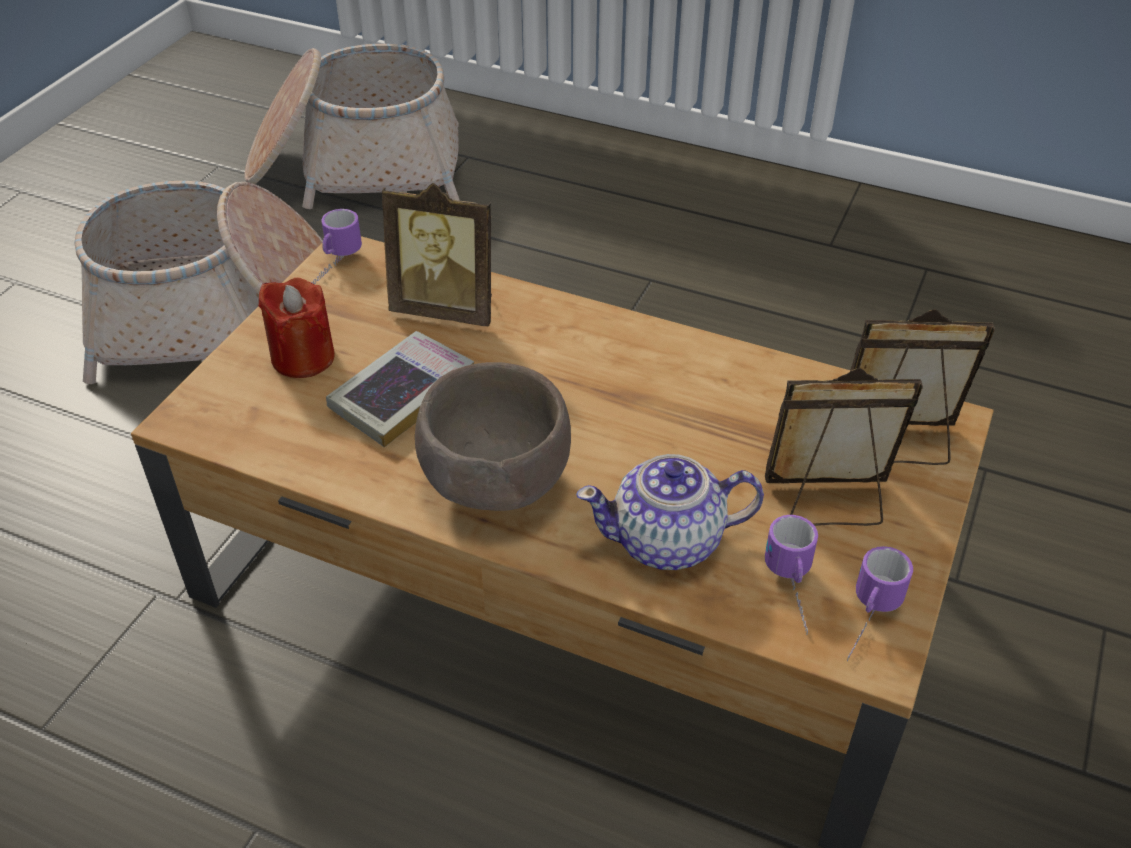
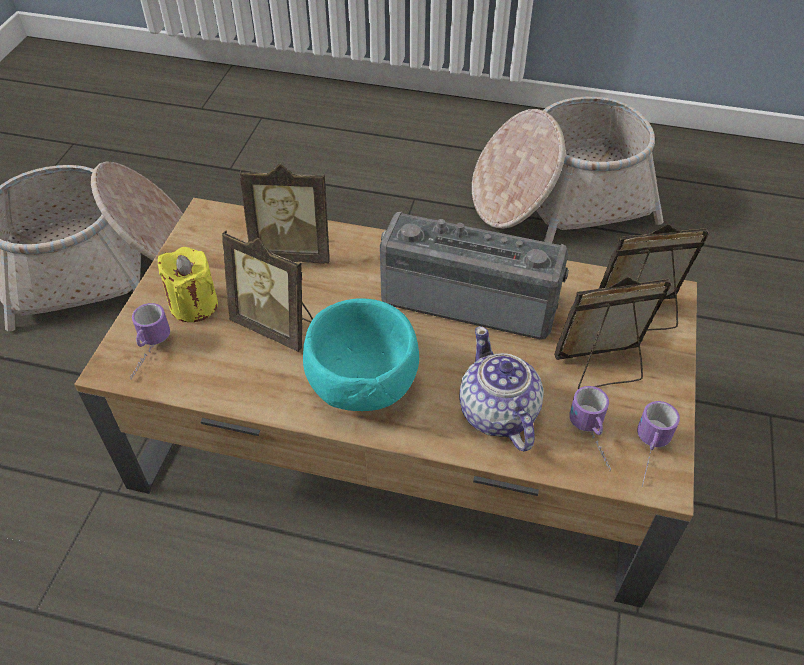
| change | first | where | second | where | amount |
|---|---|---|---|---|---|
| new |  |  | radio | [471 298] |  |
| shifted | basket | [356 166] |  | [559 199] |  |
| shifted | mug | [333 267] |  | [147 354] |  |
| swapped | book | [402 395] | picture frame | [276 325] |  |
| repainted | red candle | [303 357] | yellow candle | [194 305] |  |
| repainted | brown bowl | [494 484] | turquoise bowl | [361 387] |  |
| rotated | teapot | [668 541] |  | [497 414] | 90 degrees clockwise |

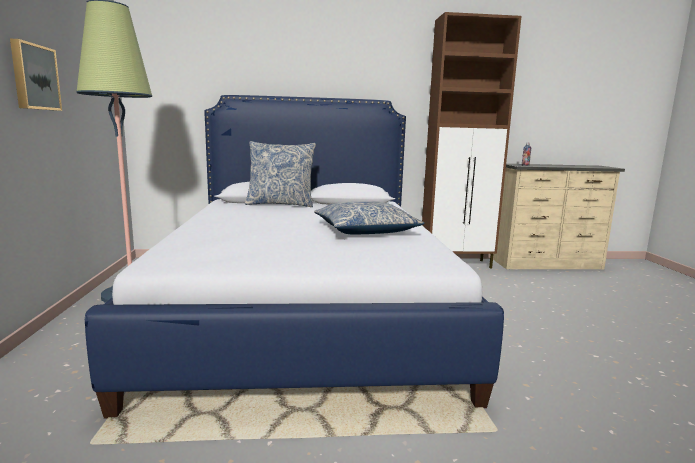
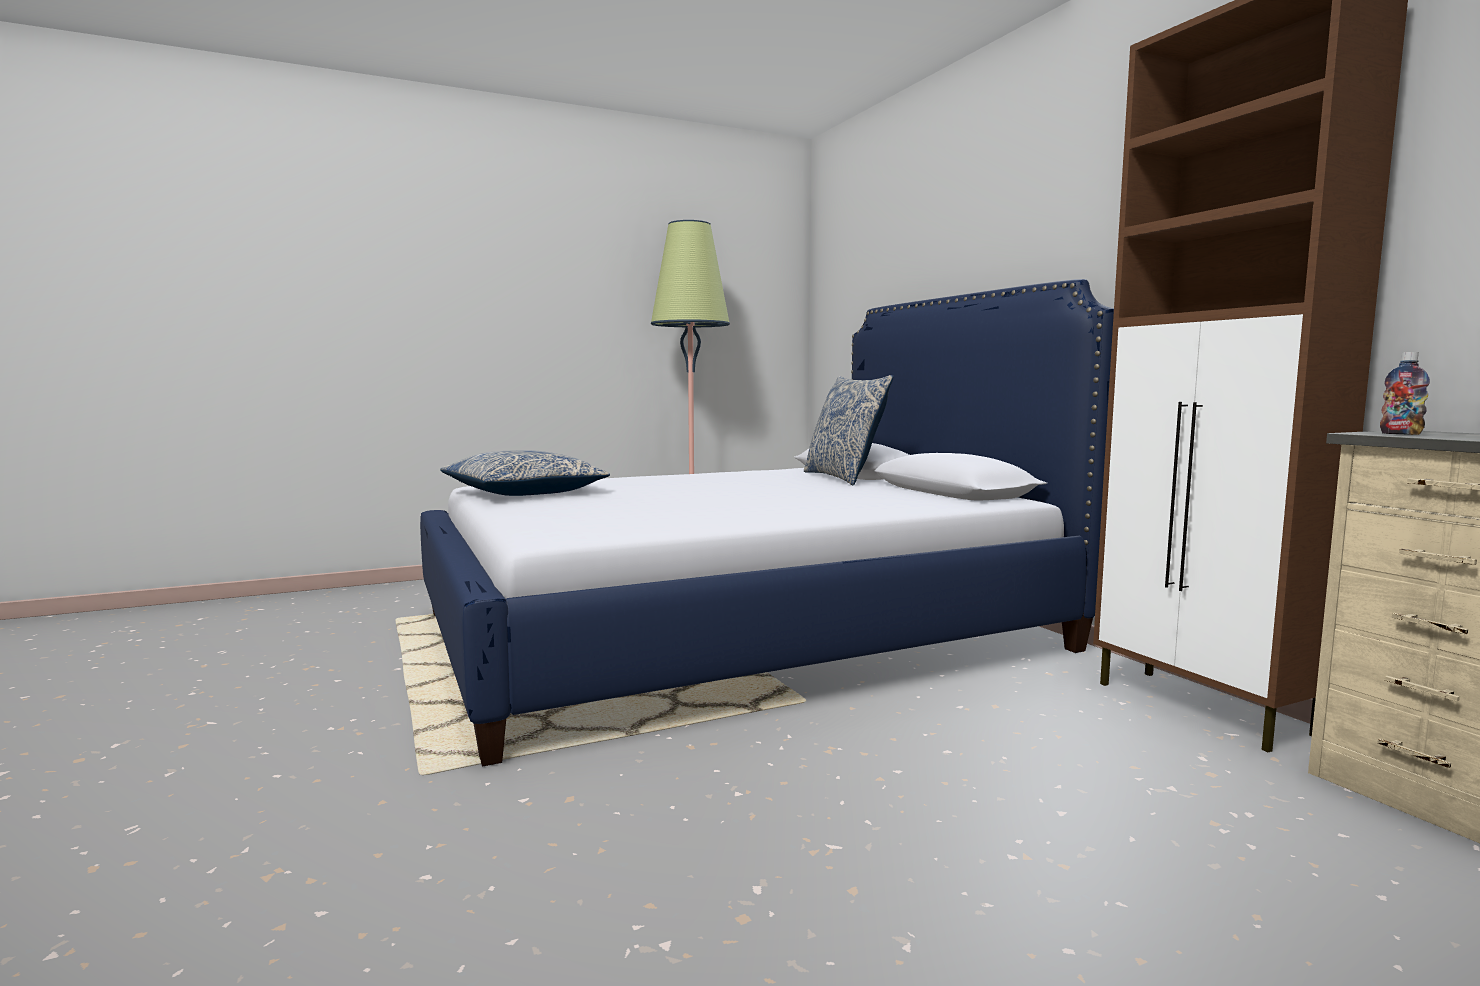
| change | first | where | second | where | amount |
|---|---|---|---|---|---|
| gone | picture | [34 77] |  |  |  |
| shifted | pillow | [365 230] |  | [523 492] |  |

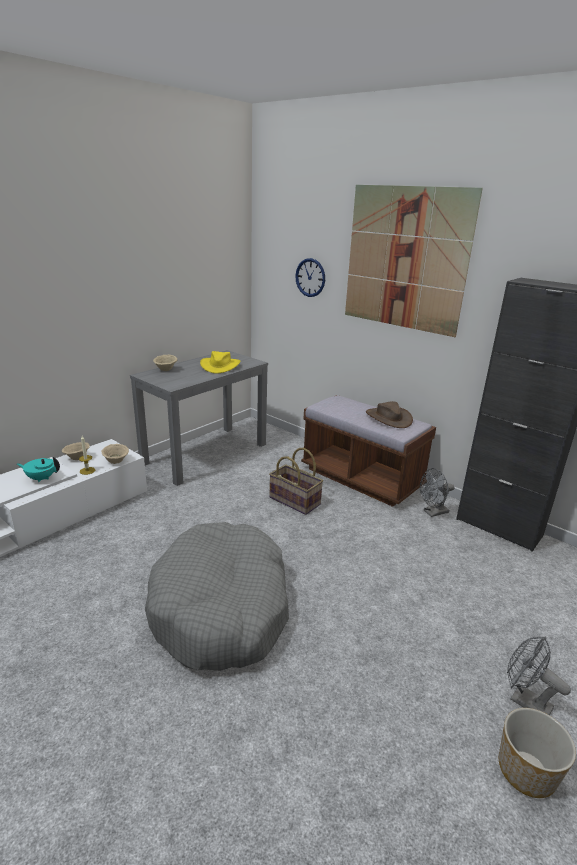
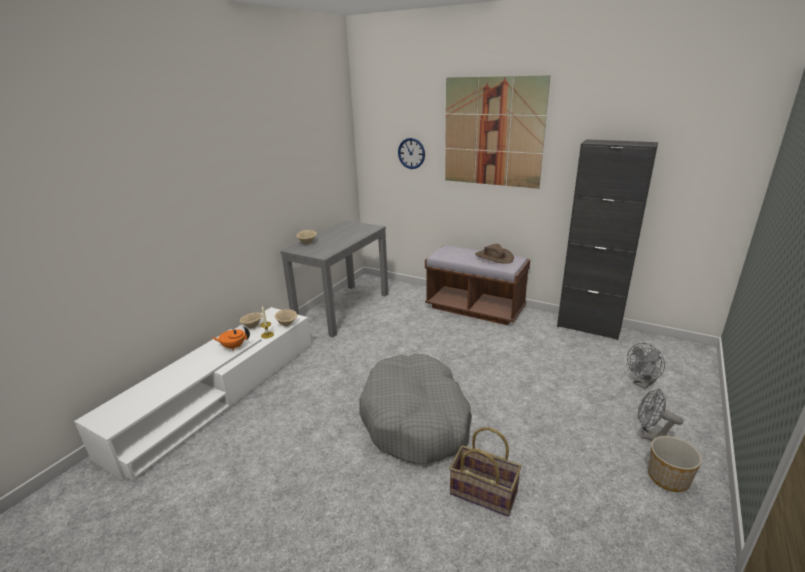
| change | first | where | second | where | amount |
|---|---|---|---|---|---|
| gone | yellow hat | [220 366] |  |  |  |
| shifted | basket | [295 500] |  | [484 492] |  |
| shifted | grey fan | [433 512] |  | [642 384] |  |
| repainted | turquoise teapot | [41 478] | orange teapot | [233 347] |  |

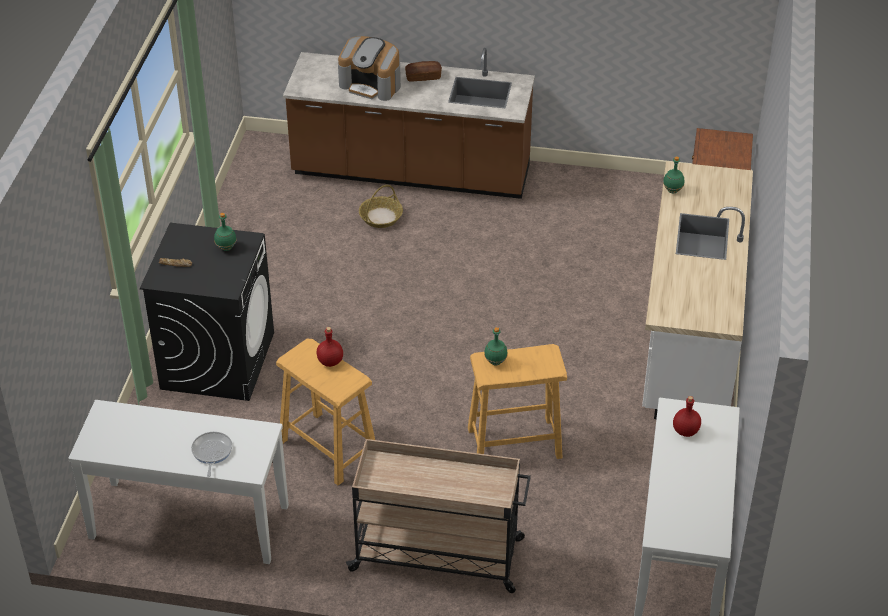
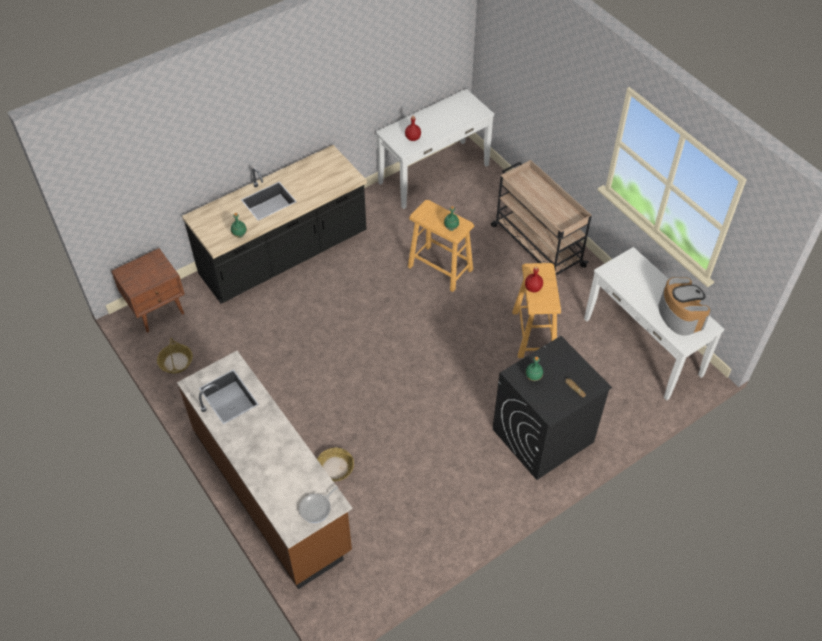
| change | first | where | second | where | amount |
|---|---|---|---|---|---|
| gone | bread | [423 77] |  |  |  |
| new |  |  | basket | [176 362] |  |
| shifted | frying pan | [211 452] |  | [316 508] |  |
| shifted | coffee machine | [371 84] |  | [679 315] |  |
| repainted | white counter | [689 336] | black counter | [284 255] |  |

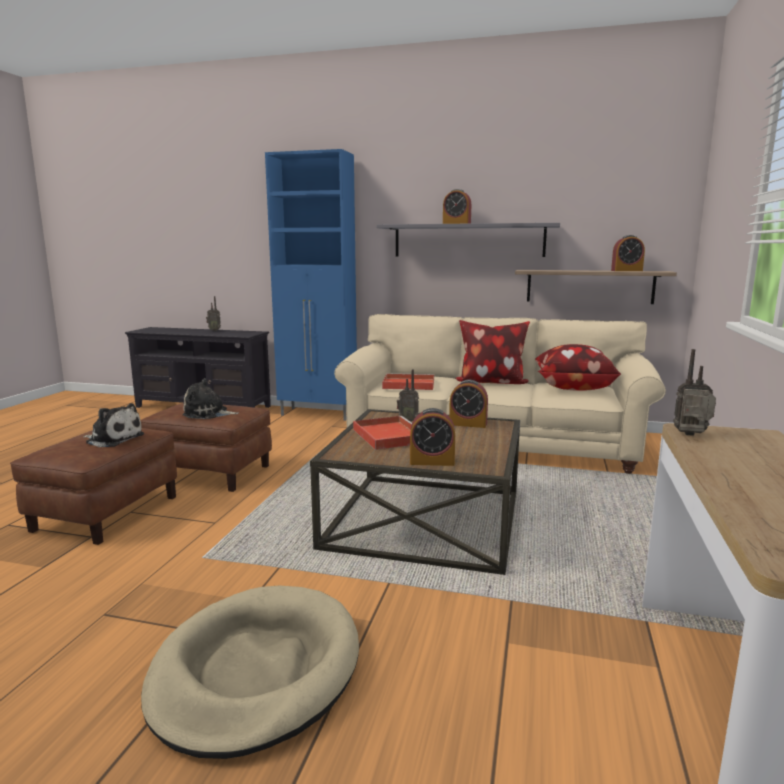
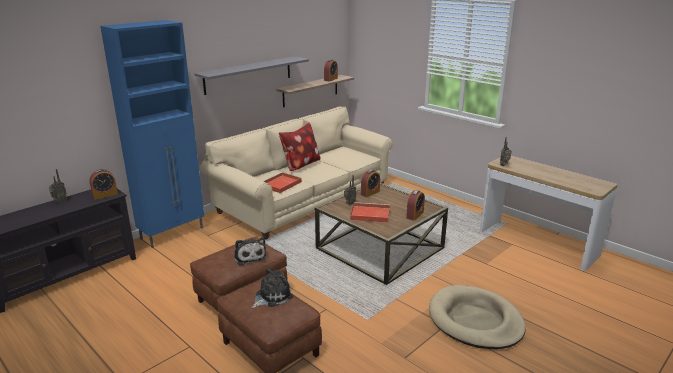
| change | first | where | second | where | amount |
|---|---|---|---|---|---|
| gone | pillow | [572 388] |  |  |  |
| shifted | alarm clock | [456 223] |  | [105 195] |  |
| rotated | plush toy | [208 414] |  | [249 256] | 60 degrees counterclockwise |

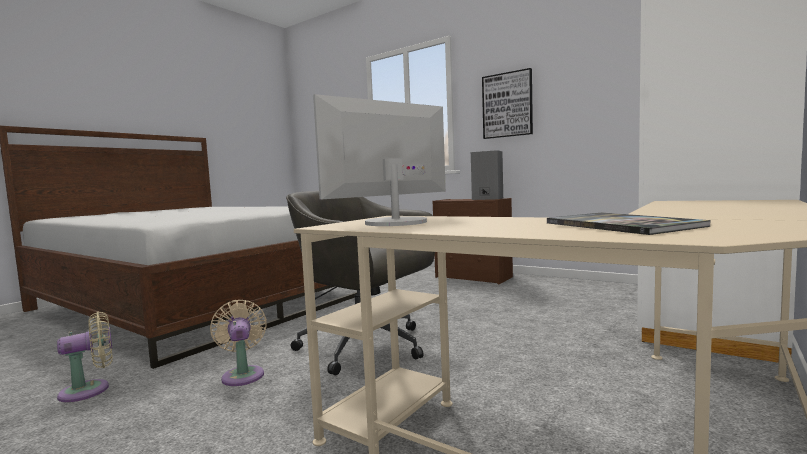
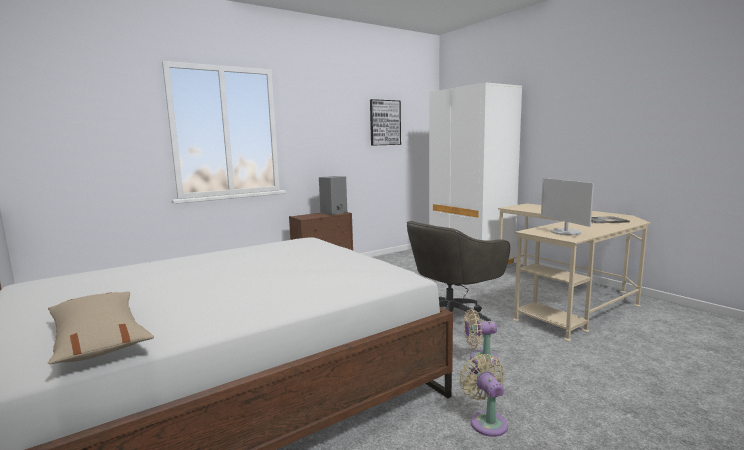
| change | first | where | second | where | amount |
|---|---|---|---|---|---|
| new |  |  | beige pillow | [98 338] |  |
| shifted | picture | [507 105] |  | [385 122] |  |

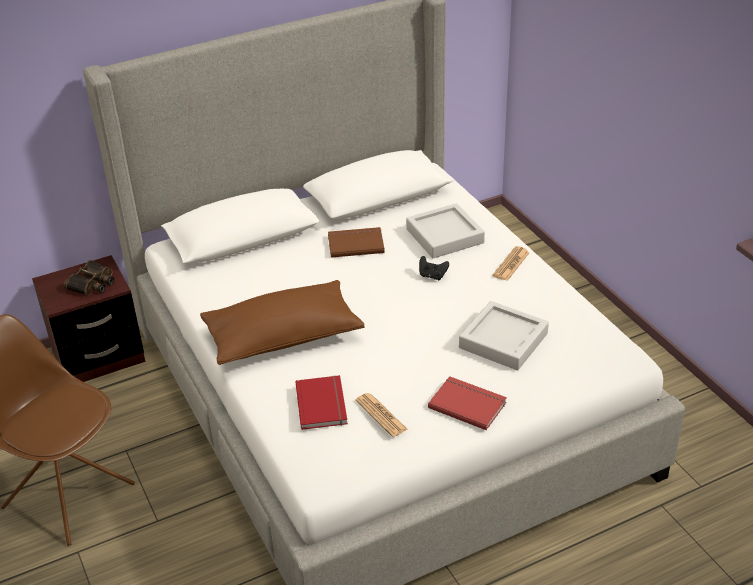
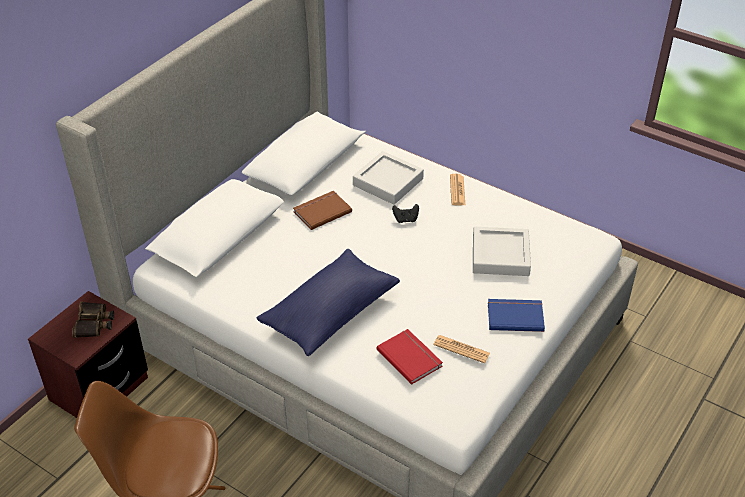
| change | first | where | second | where | amount |
|---|---|---|---|---|---|
| repainted | brown pillow | [283 337] | blue pillow | [330 313] |  |
| repainted | red book | [468 404] | blue book | [515 315] |  |

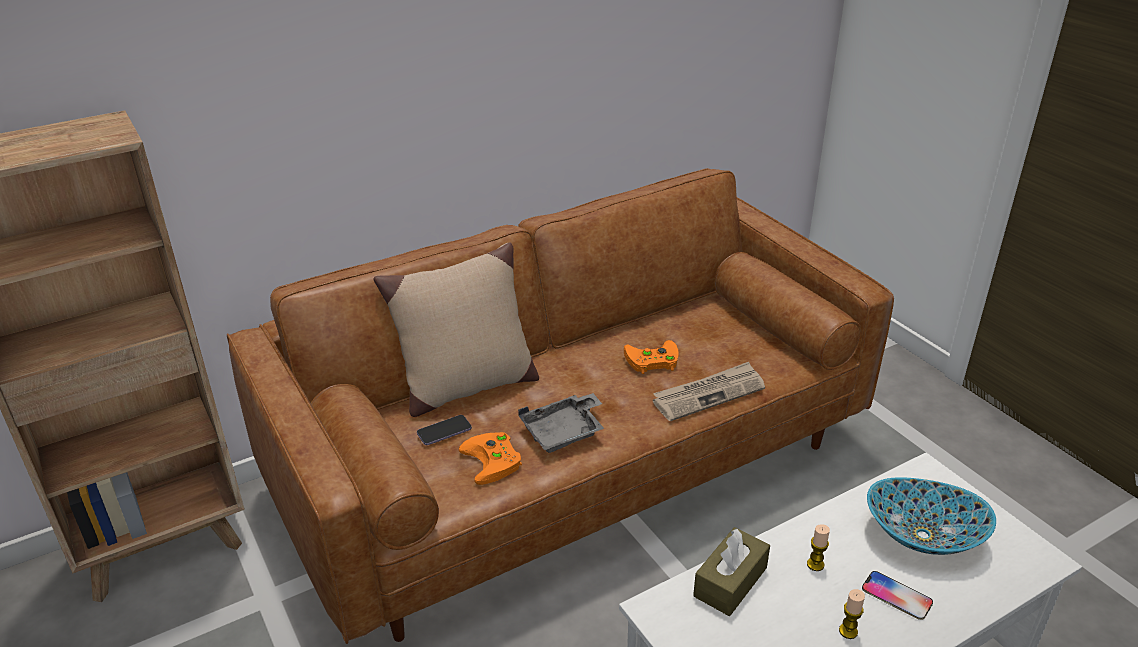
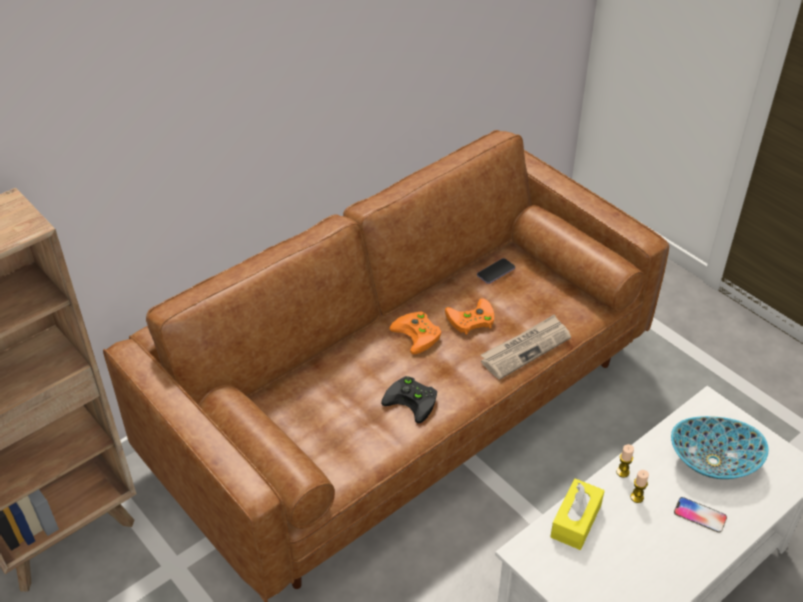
| change | first | where | second | where | amount |
|---|---|---|---|---|---|
| gone | beige pillow | [466 387] |  |  |  |
| shifted | phone | [444 431] |  | [496 272] |  |
| shifted | orange game controller | [494 461] |  | [419 334] |  |
| shifted | candle | [848 631] |  | [622 472] |  |
| swapped | grey tray | [564 432] | black game controller | [413 401] |  |
| repainted | brown tissue box | [730 582] | yellow tissue box | [576 521] |  |

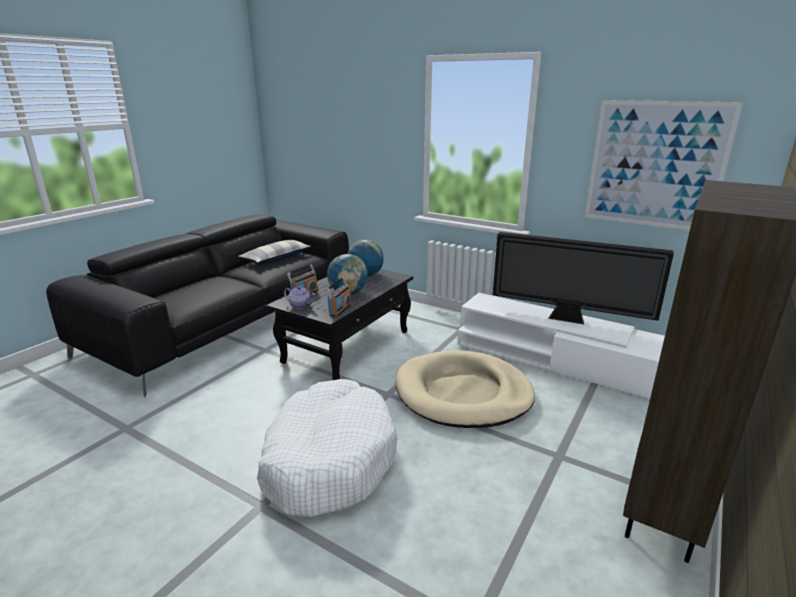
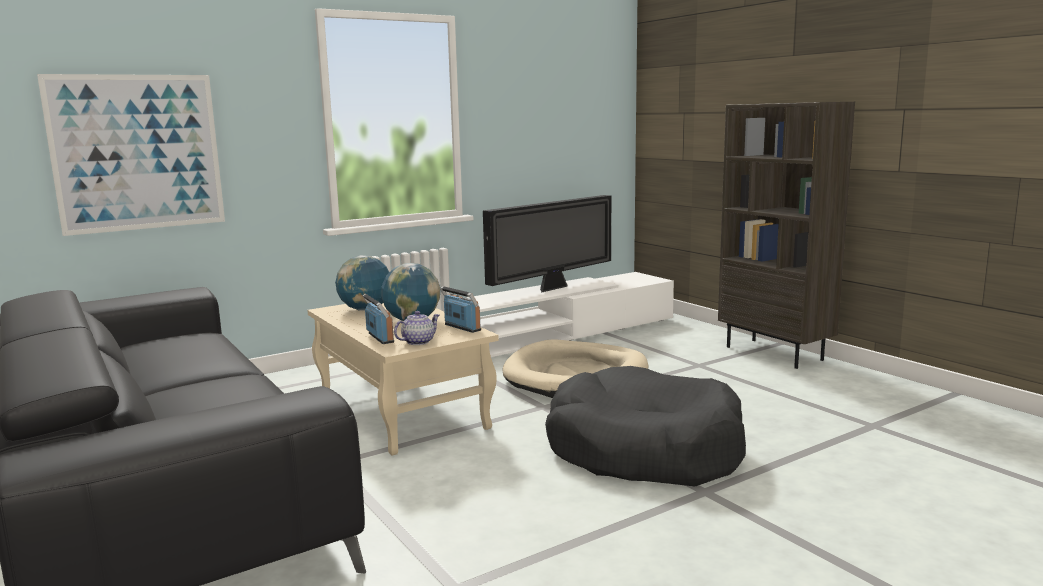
| change | first | where | second | where | amount |
|---|---|---|---|---|---|
| gone | pillow | [276 258] |  |  |  |
| shifted | picture | [655 165] |  | [137 153] |  |
| repainted | white dog bed | [328 459] | black dog bed | [644 450] |  |
| repainted | black coffee table | [348 346] | beige coffee table | [400 411] |  |

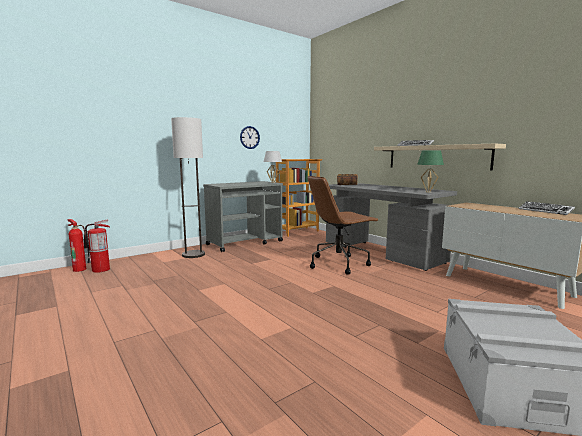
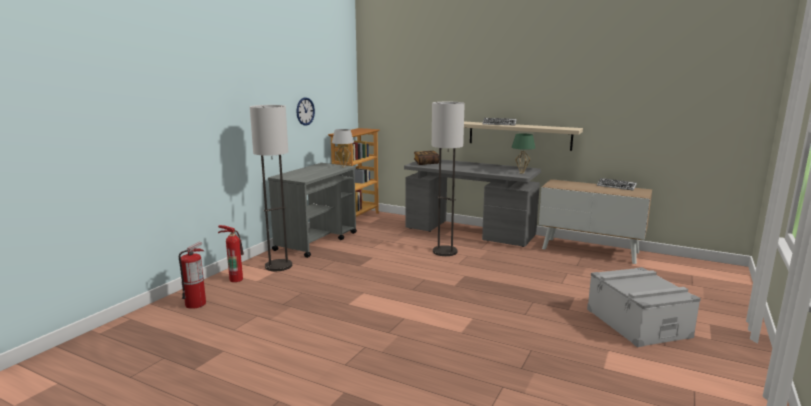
| change | first | where | second | where | amount |
|---|---|---|---|---|---|
| shifted | fire extinguisher | [80 269] |  | [236 279] |  |
| swapped | brown office chair | [339 264] | floor lamp | [444 252] |  |

